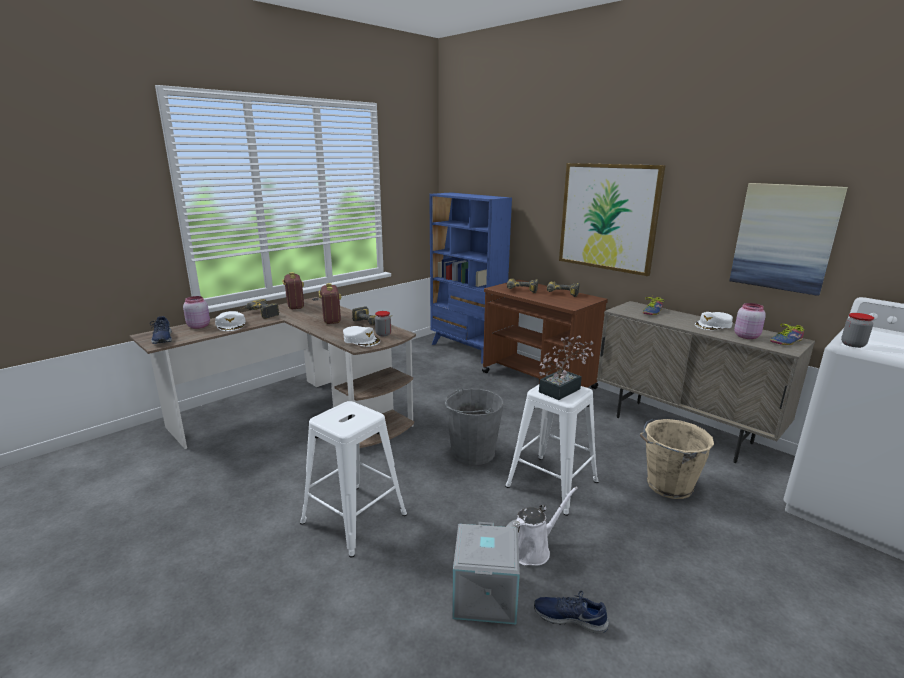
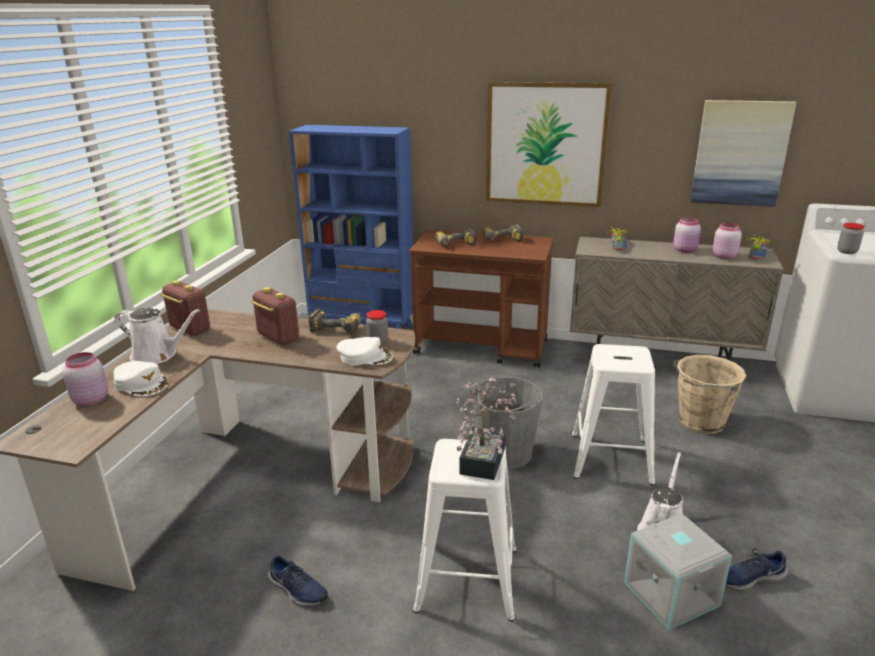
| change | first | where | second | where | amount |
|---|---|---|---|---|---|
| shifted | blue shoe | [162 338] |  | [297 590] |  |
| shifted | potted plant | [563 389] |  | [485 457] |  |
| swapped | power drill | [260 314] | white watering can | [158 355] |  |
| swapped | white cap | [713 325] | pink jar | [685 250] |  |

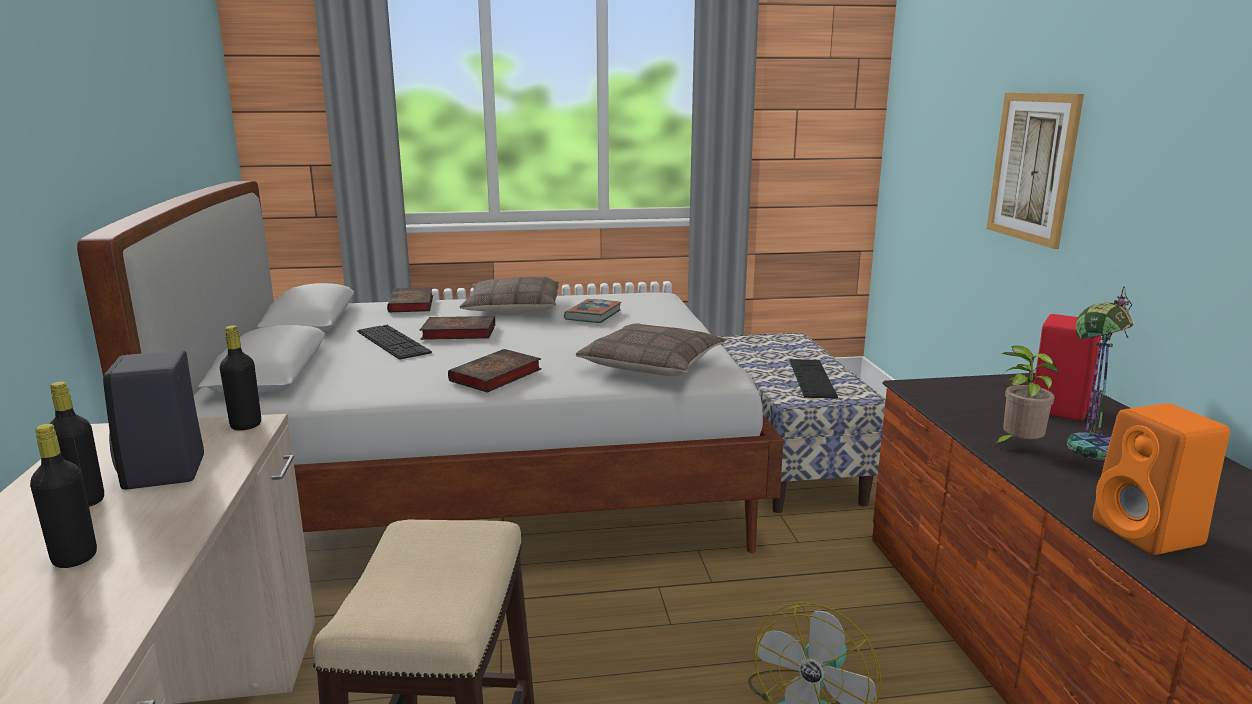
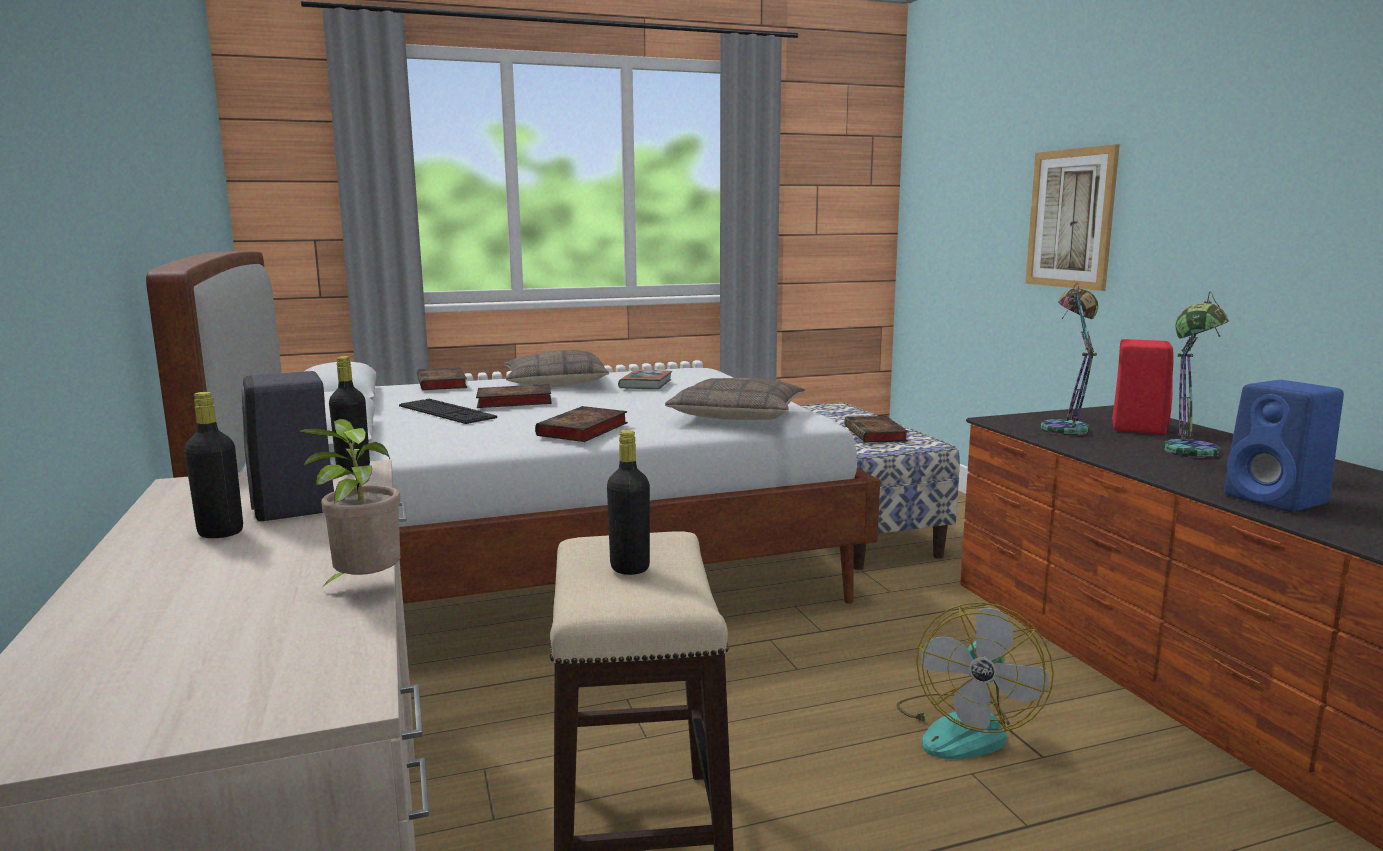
| change | first | where | second | where | amount |
|---|---|---|---|---|---|
| new |  |  | table lamp | [1067 427] |  |
| shifted | black bottle | [75 558] |  | [630 568] |  |
| shifted | potted plant | [1017 446] |  | [364 588] |  |
| swapped | keyboard | [812 378] | book | [876 434] |  |
| repainted | orange speaker | [1150 534] | blue speaker | [1279 500] |  |

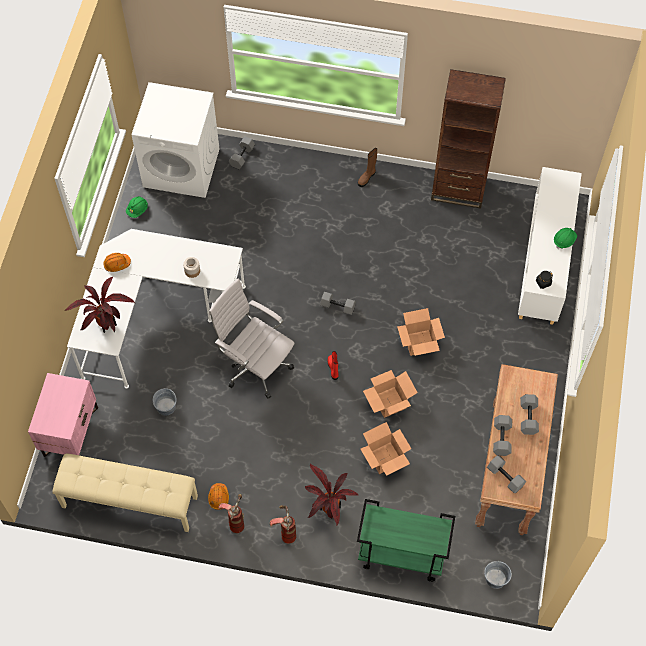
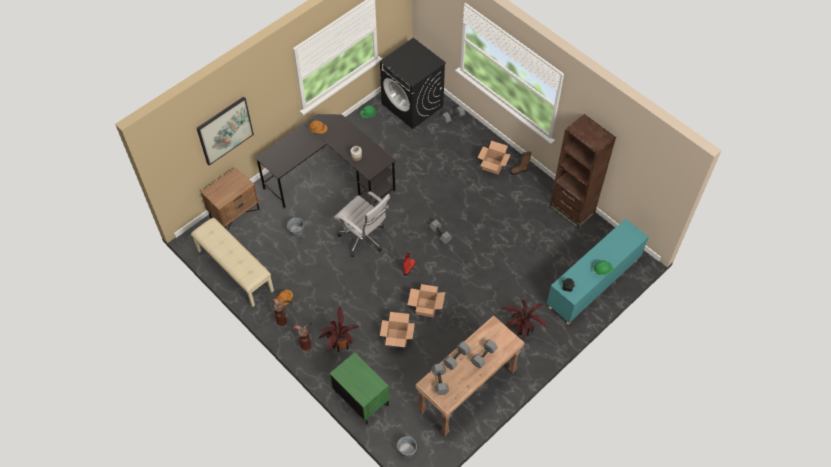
| change | first | where | second | where | amount |
|---|---|---|---|---|---|
| new |  |  | picture | [225 130] |  |
| shifted | potted plant | [106 326] |  | [521 332] |  |
| shifted | cardboard box | [419 342] |  | [493 165] |  |
| swapped | green cart | [400 555] | green nightstand | [361 399] |  |
| repainted | pink nightstand | [70 431] | brown nightstand | [234 213] |  |
| repainted | white desk | [153 315] | black desk | [330 177] |  |
| repainted | white washing machine | [182 167] | black washing machine | [412 105] |  |
| repainted | white cabinet | [544 262] | turquoise cabinet | [593 284] |  |
| rotated | white office chair | [255 366] |  | [364 239] | 150 degrees clockwise |

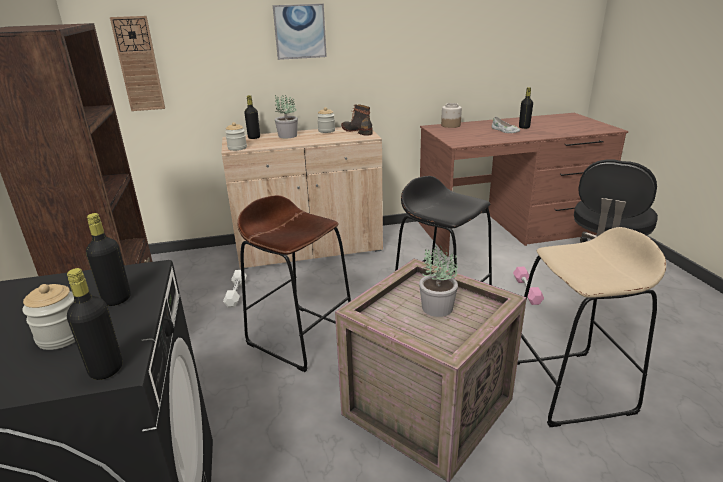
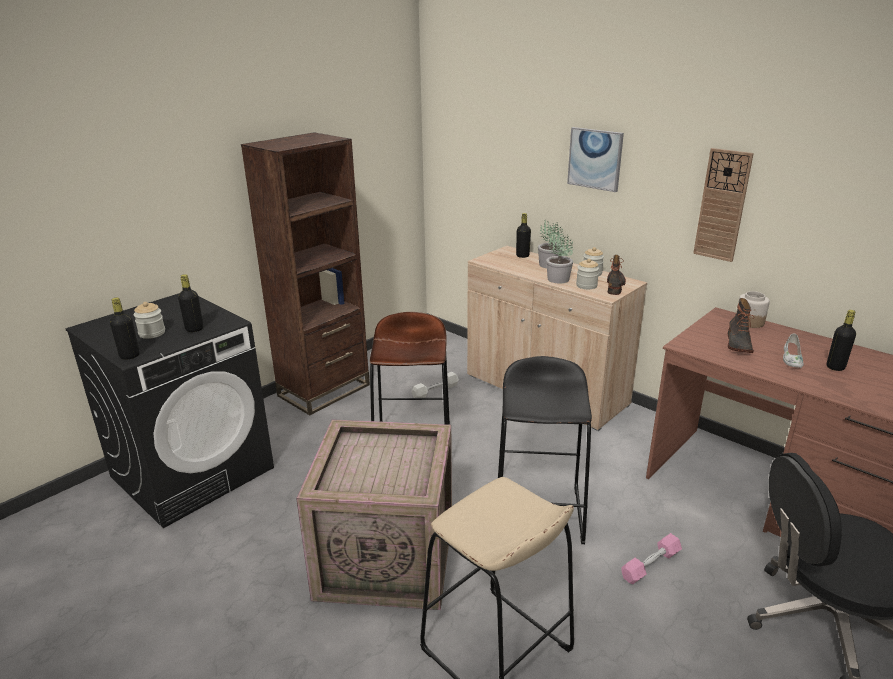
| change | first | where | second | where | amount |
|---|---|---|---|---|---|
| new |  |  | boot | [737 343] |  |
| shifted | wall clock | [139 64] |  | [722 205] |  |
| shifted | jar | [237 148] |  | [586 285] |  |
| shifted | potted plant | [436 308] |  | [557 279] |  |

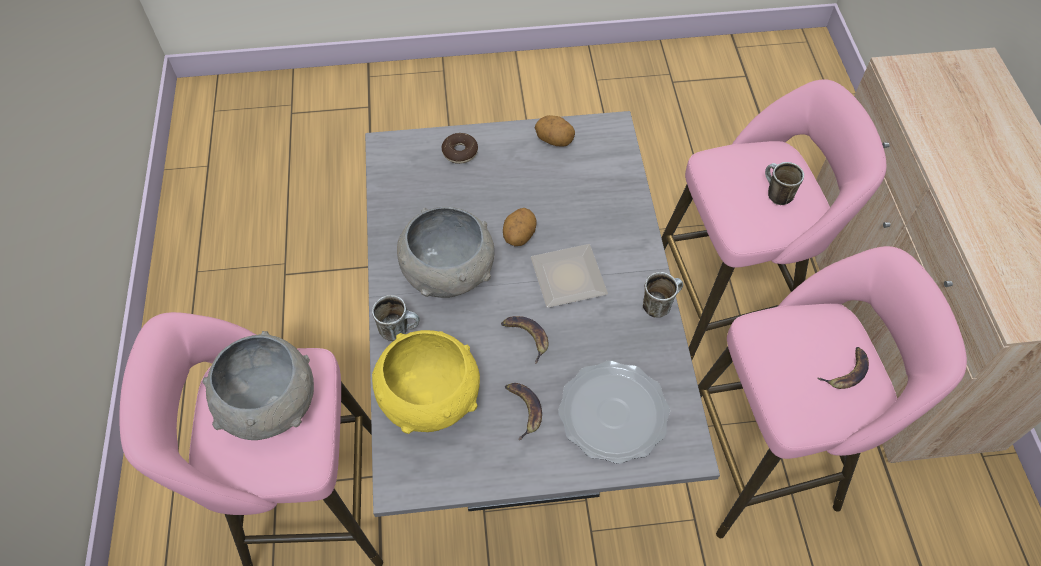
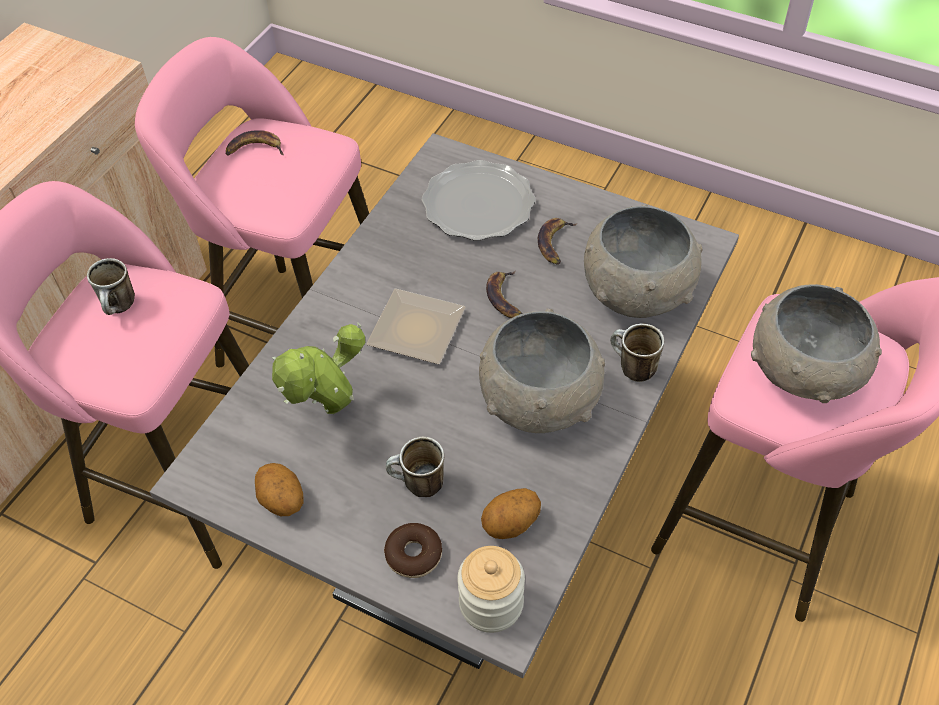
| change | first | where | second | where | amount |
|---|---|---|---|---|---|
| new |  |  | potted plant | [329 413] |  |
| new |  |  | jar | [491 603] |  |
| shifted | potato | [519 236] |  | [511 525] |  |
| shifted | mug | [659 304] |  | [417 485] |  |
| repainted | yellow bowl | [430 398] | grey bowl | [637 292] |  |

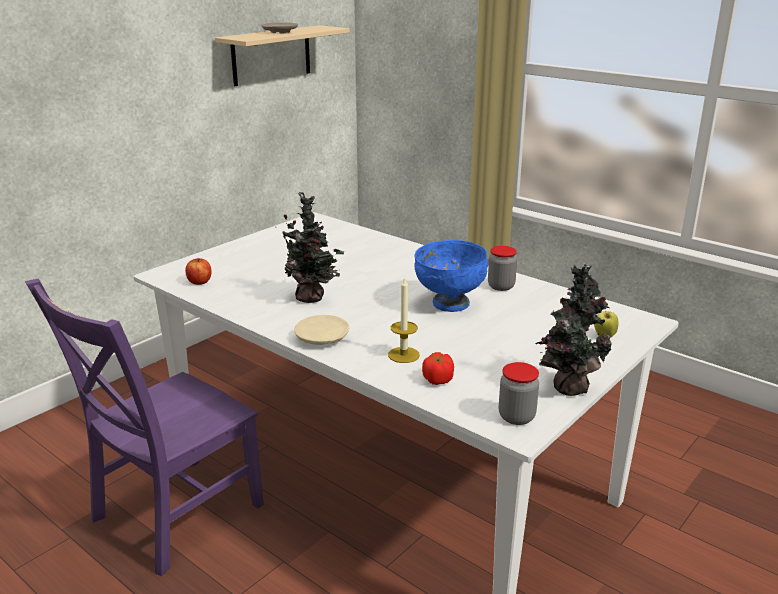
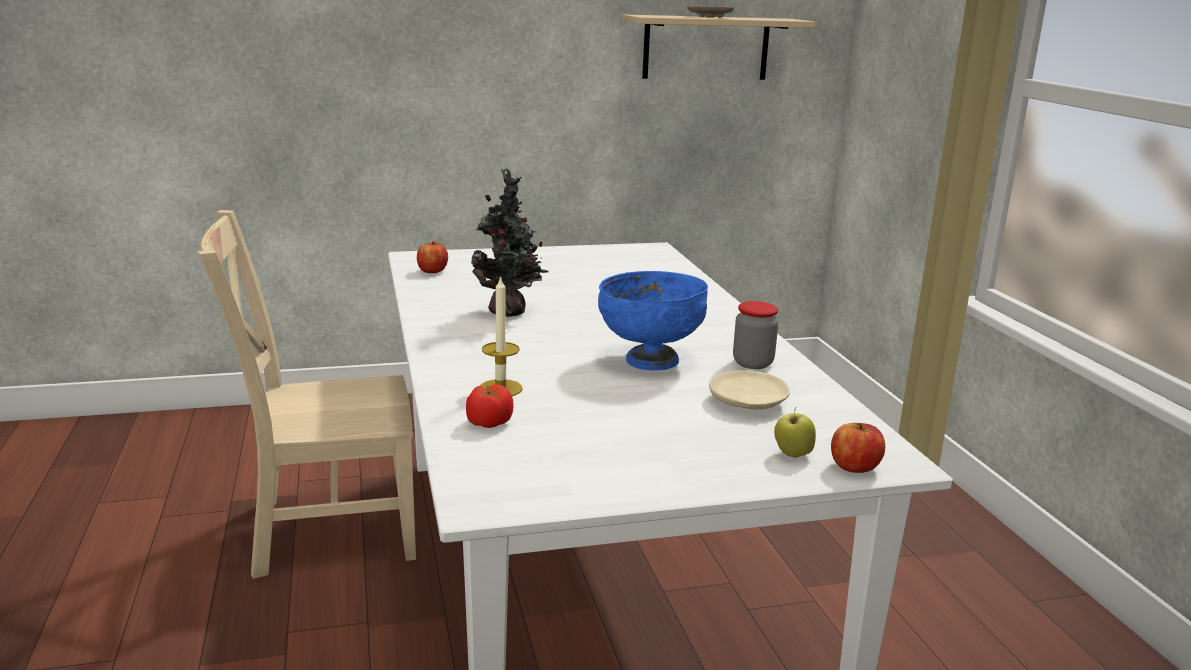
| change | first | where | second | where | amount |
|---|---|---|---|---|---|
| gone | jar | [516 417] |  |  |  |
| gone | potted plant | [567 387] |  |  |  |
| new |  |  | apple | [854 467] |  |
| shifted | beige plate | [322 338] |  | [747 402] |  |
| repainted | purple chair | [172 515] | beige chair | [326 530] |  |

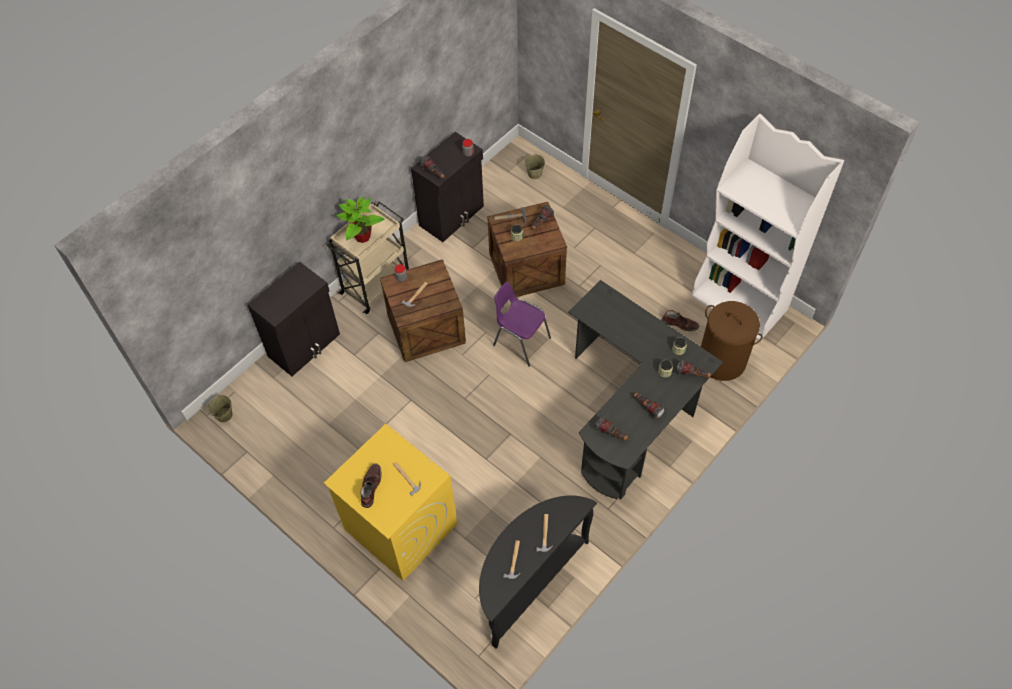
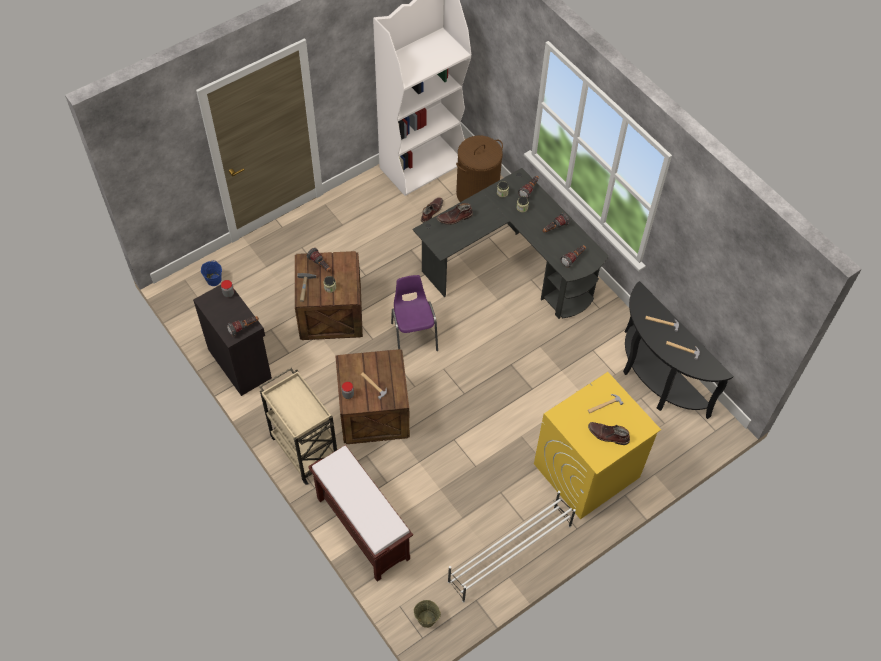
| change | first | where | second | where | amount |
|---|---|---|---|---|---|
| gone | potted plant | [362 236] |  |  |  |
| new |  |  | brown boot | [454 218] |  |
| new |  |  | white shoe rack | [509 553] |  |
| swapped | black cabinet | [305 345] | brown bench | [361 528] |  |
| repainted | beige bucket | [535 173] | blue bucket | [213 280] |  |
| rotated | purple chair | [520 341] |  | [413 335] | 120 degrees clockwise |

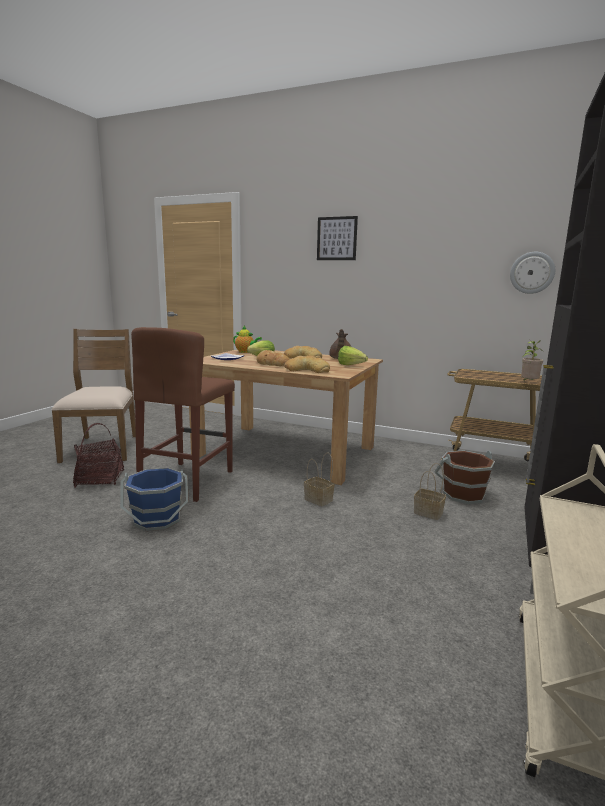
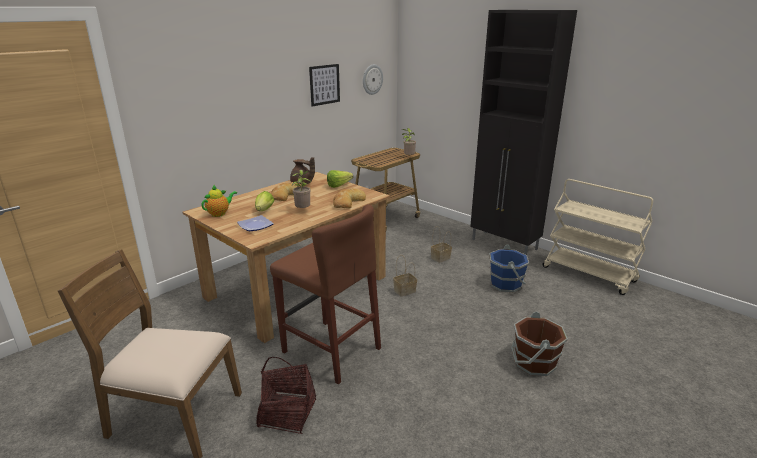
| change | first | where | second | where | amount |
|---|---|---|---|---|---|
| shifted | blue bucket | [157 520] |  | [506 284] |  |
| shifted | picture | [337 238] |  | [324 84] |  |
| shifted | brown bucket | [463 494] |  | [534 363] |  |
| swapped | bread | [271 363] | potted plant | [303 210] |  |

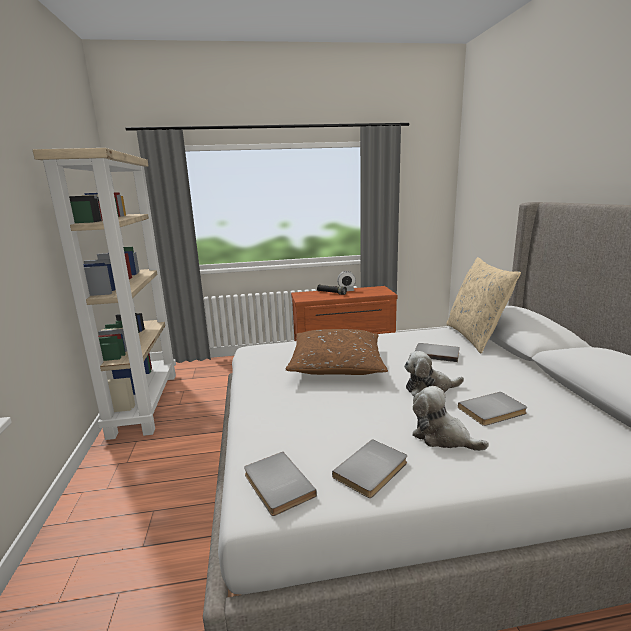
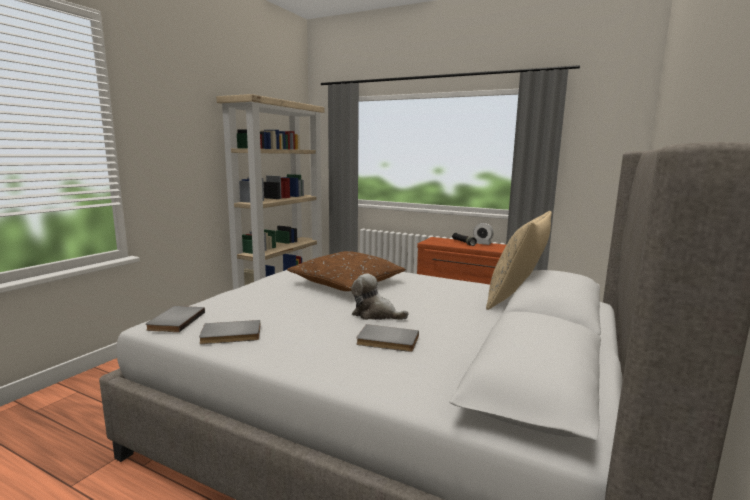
| change | first | where | second | where | amount |
|---|---|---|---|---|---|
| gone | plush toy | [442 437] |  |  |  |
| gone | grey book | [437 353] |  |  |  |

